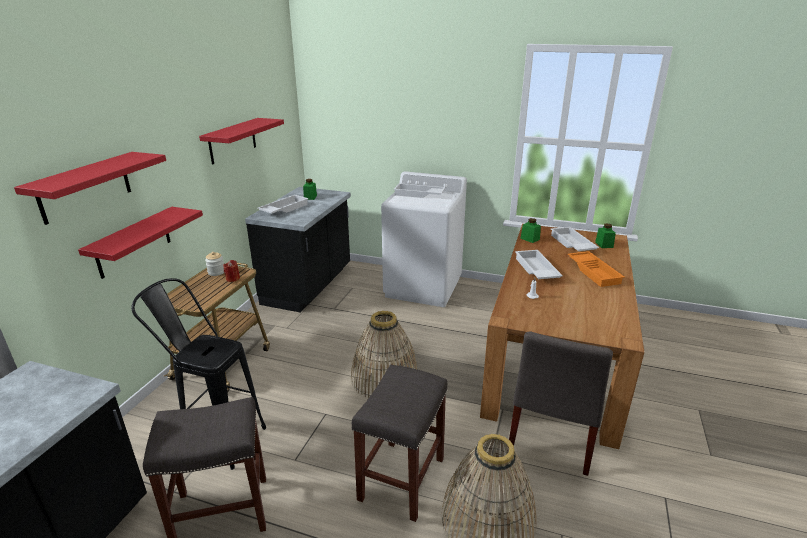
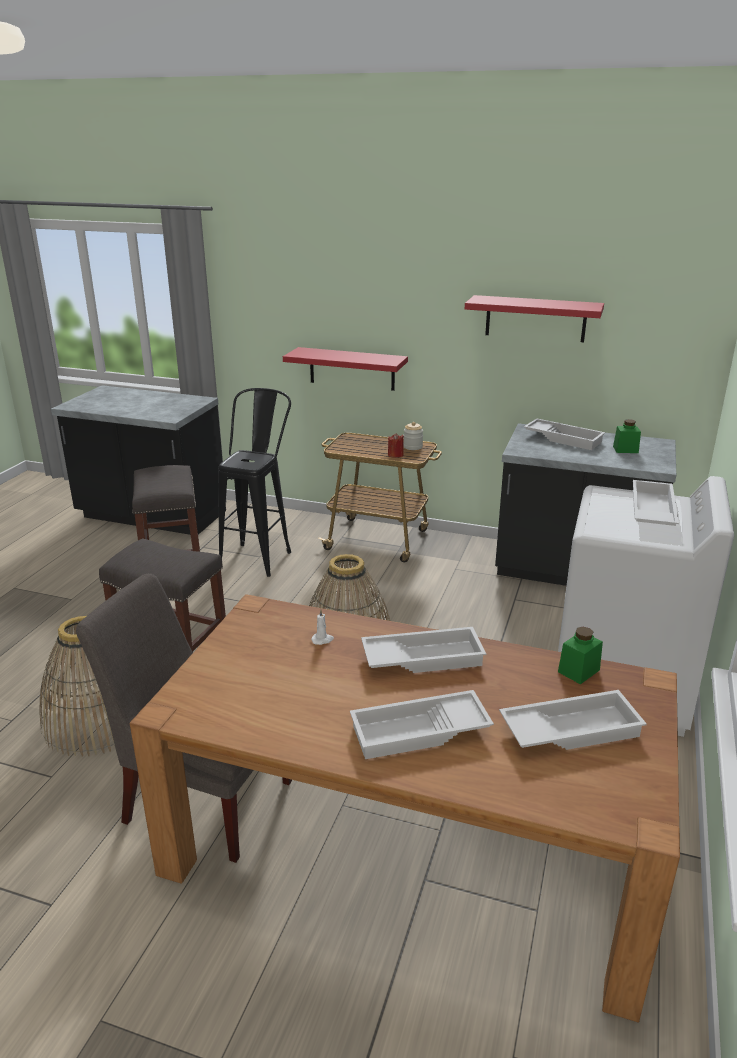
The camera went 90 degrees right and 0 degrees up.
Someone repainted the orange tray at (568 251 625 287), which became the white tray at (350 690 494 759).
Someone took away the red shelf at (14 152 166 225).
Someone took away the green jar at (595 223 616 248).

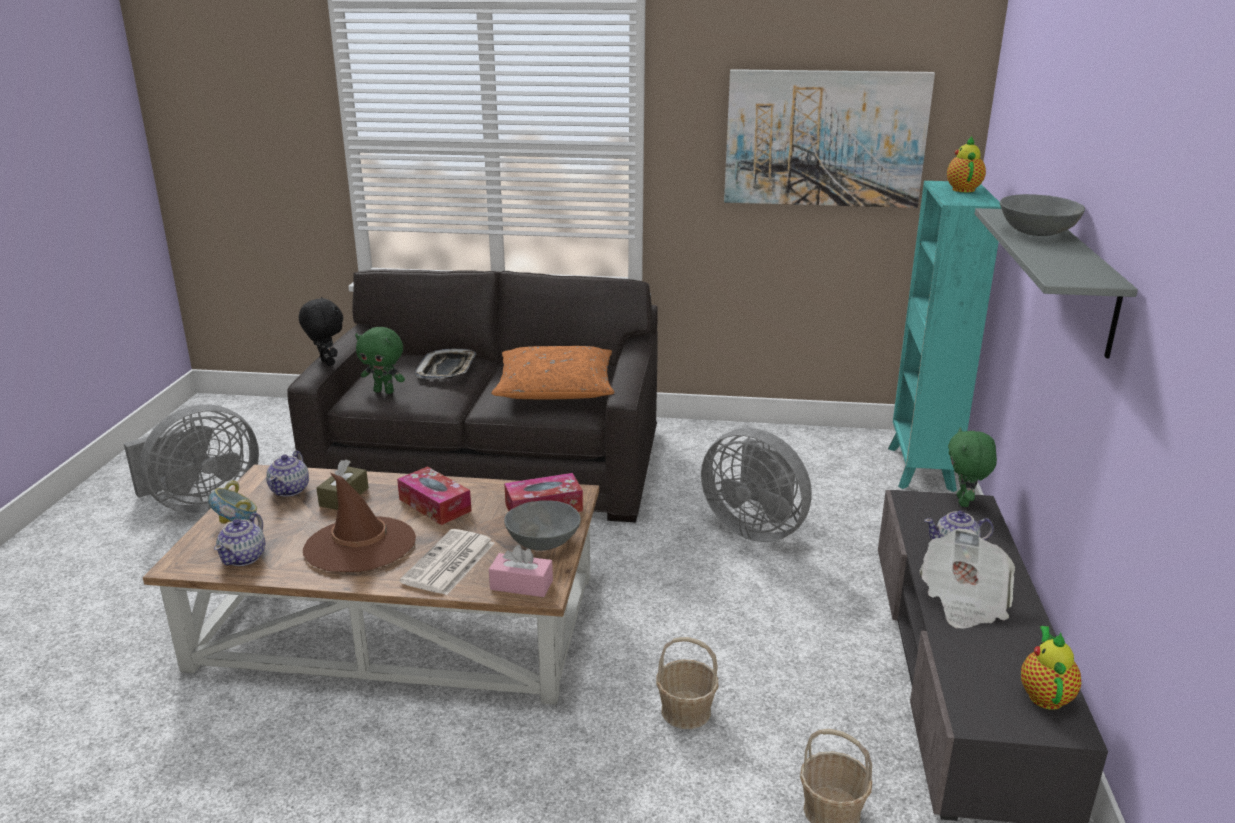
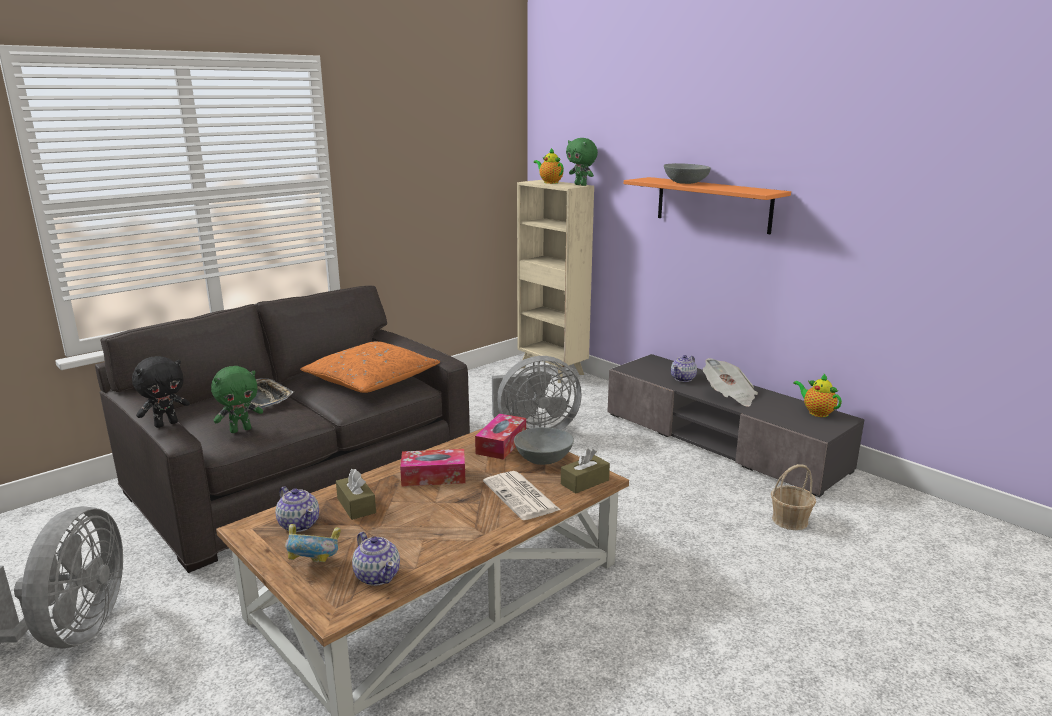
The camera went 50 degrees left and 5 degrees down.
Someone rotated the black plush toy at (299 297 343 366) by 135 degrees clockwise.
Someone repainted the turquoise bookcase at (888 181 1001 492), which became the beige bookcase at (517 180 594 383).
Someone repainted the pink tissue box at (489 545 553 597), which became the brown tissue box at (561 448 610 493).
Someone carried the green plush toy from (948 427 997 507) to (566 138 598 186).
Someone repainted the grey shelf at (975 208 1138 358), which became the orange shelf at (624 177 791 234).
Someone took away the brown hat at (303 473 416 572).
Someone took away the basket at (656 637 718 729).
Someone took away the picture at (724 69 935 208).

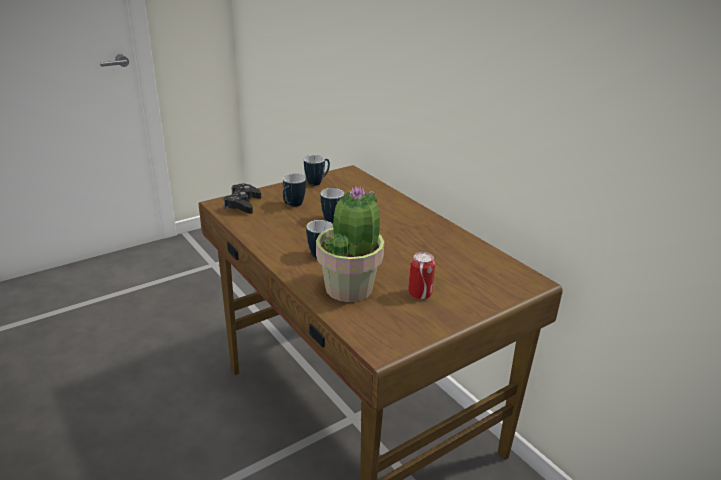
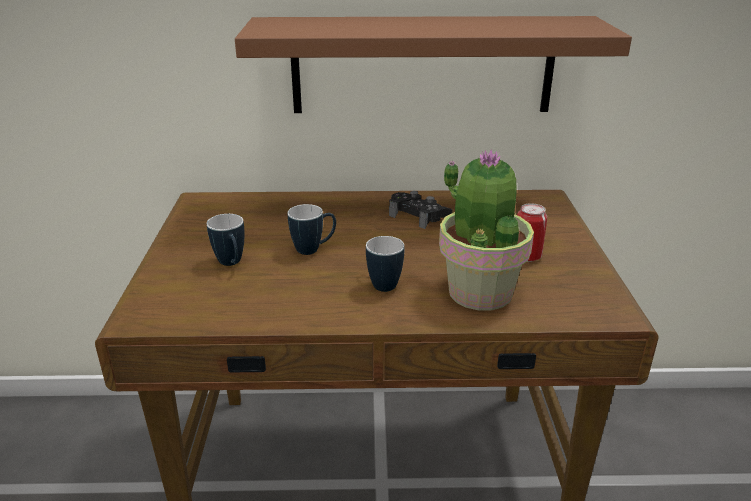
The camera went 55 degrees left and 0 degrees up.
Someone put up the brown shelf at (235 16 632 113).
Someone carried the black game controller from (224 184 261 214) to (389 191 452 229).
Someone took away the mug at (304 155 330 186).

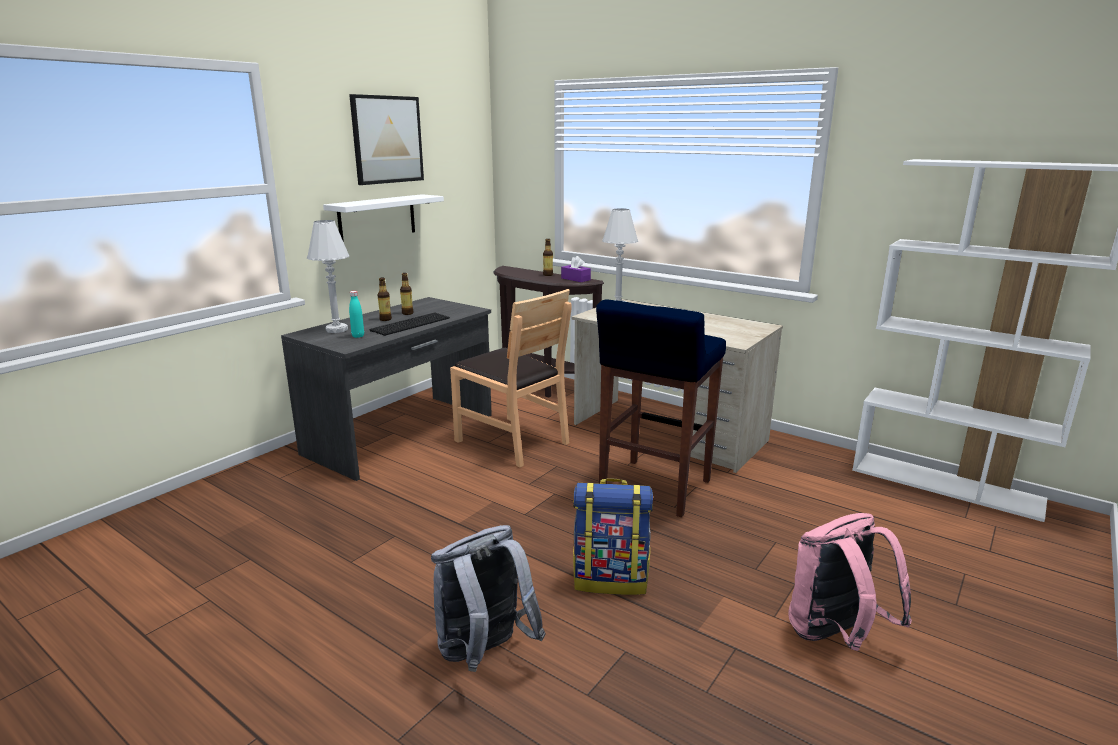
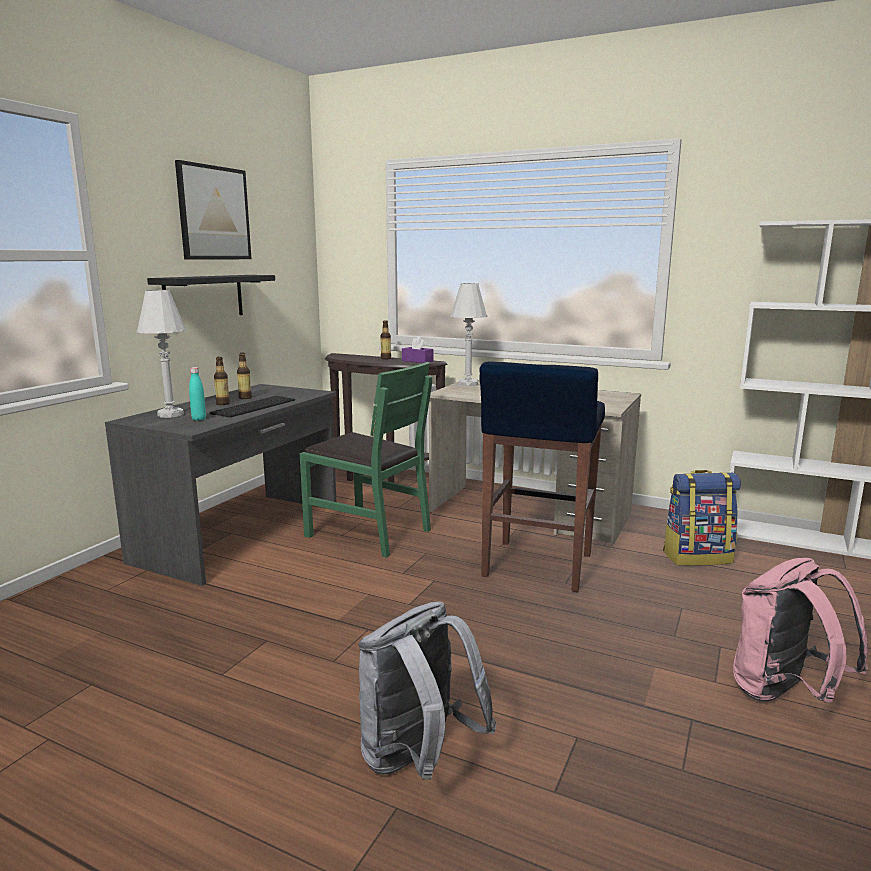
The camera went 10 degrees left and 5 degrees down.
Someone repainted the white shelf at (323 194 444 242), which became the black shelf at (147 275 275 315).
Someone repainted the brown chair at (450 289 572 468), which became the green chair at (300 362 432 558).
Someone carried the backpack from (573 478 653 595) to (663 470 741 566).

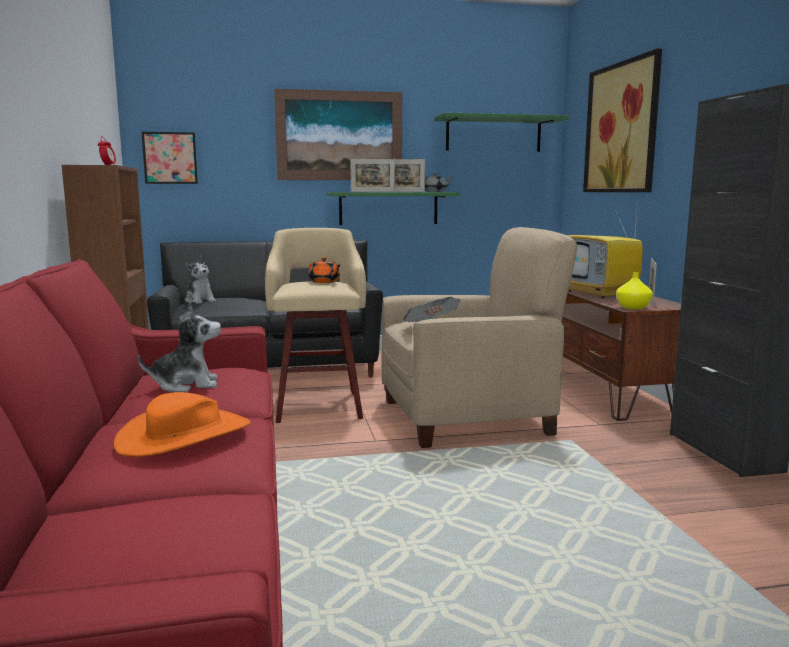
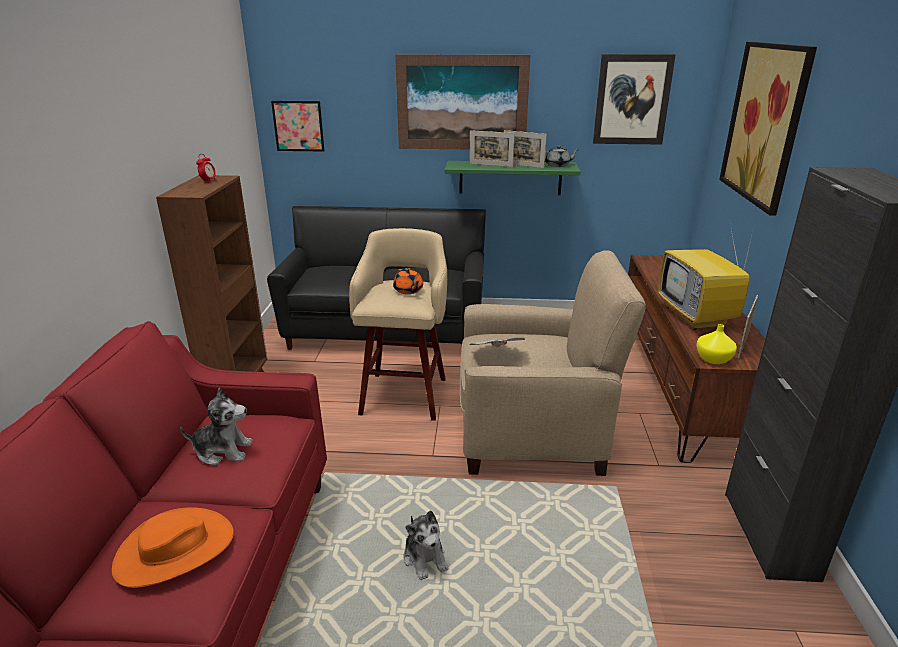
The camera went 15 degrees right and 15 degrees up.
Someone carried the plush toy from (185 256 216 304) to (404 510 448 580).
Someone swapped the green shelf at (435 112 569 152) for the picture at (593 54 676 144).

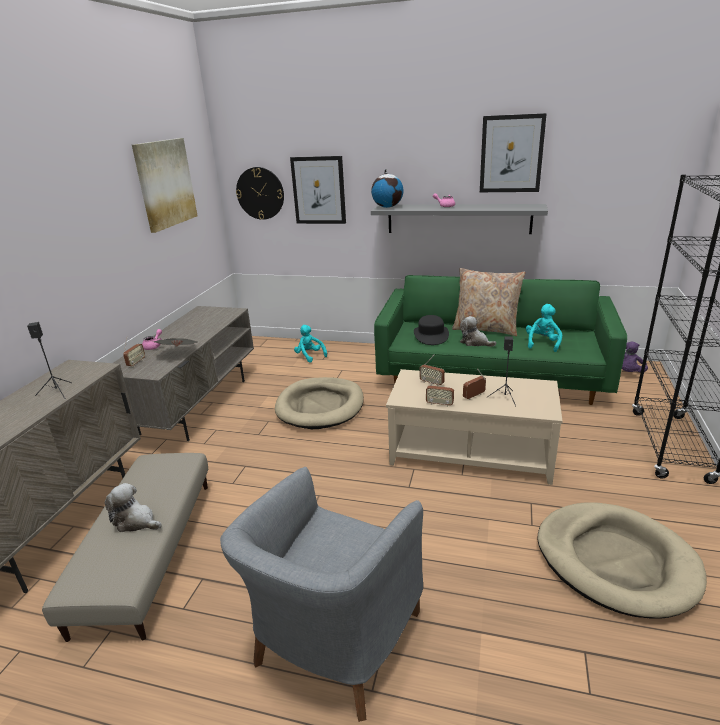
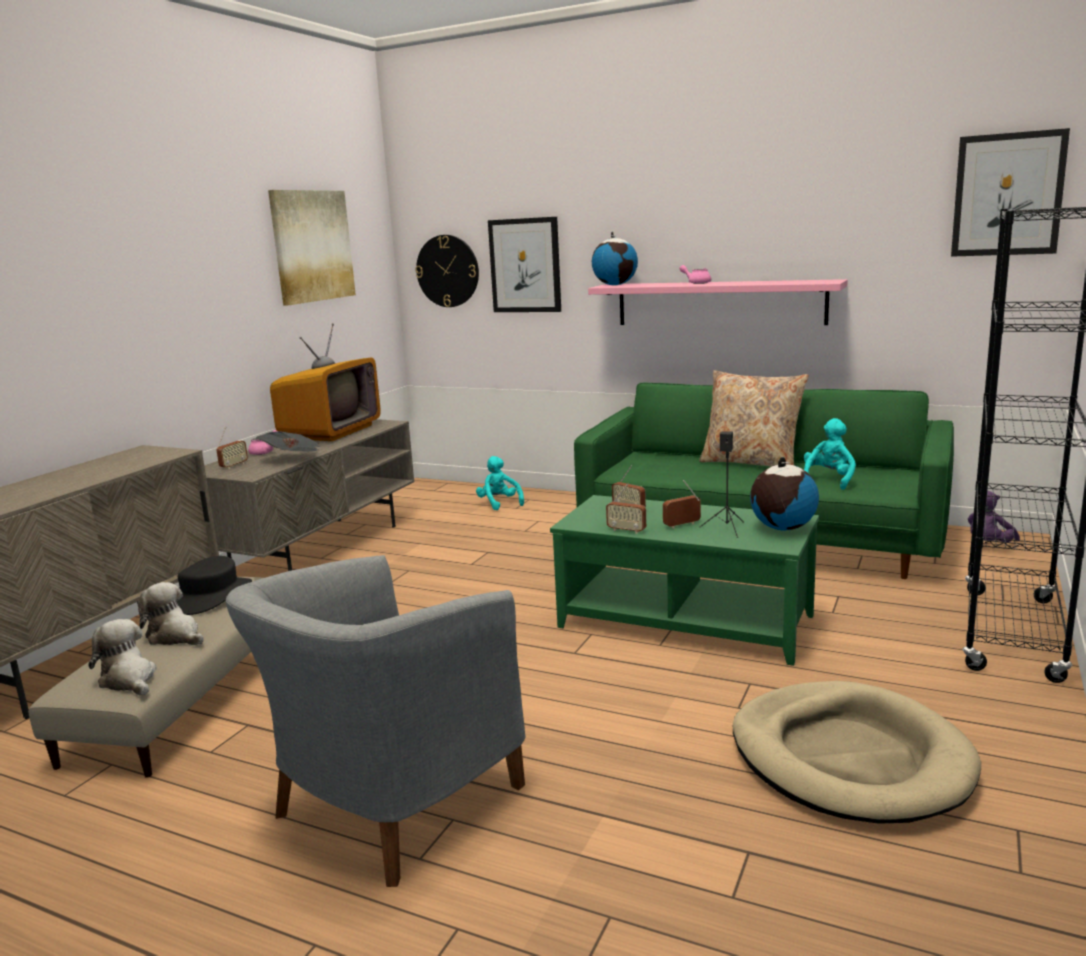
The camera went 10 degrees right and 10 degrees down.
Someone carried the plush toy from (460 316 496 347) to (88 619 157 695).
Someone carried the black hat from (414 315 449 345) to (176 556 252 615).
Someone put down the television at (270 323 381 441).
Someone repainted the beige coffee table at (386 369 563 485), which became the green coffee table at (550 495 819 666).
Someone repainted the grey shelf at (371 204 548 234), which became the pink shelf at (588 279 848 325).
Someone put down the globe at (750 457 819 531).
Someone carried the picture from (480 113 547 192) to (951 128 1070 257).
Someone took away the black speaker at (27 322 72 399).
Someone took away the beige dog bed at (275 377 364 429).

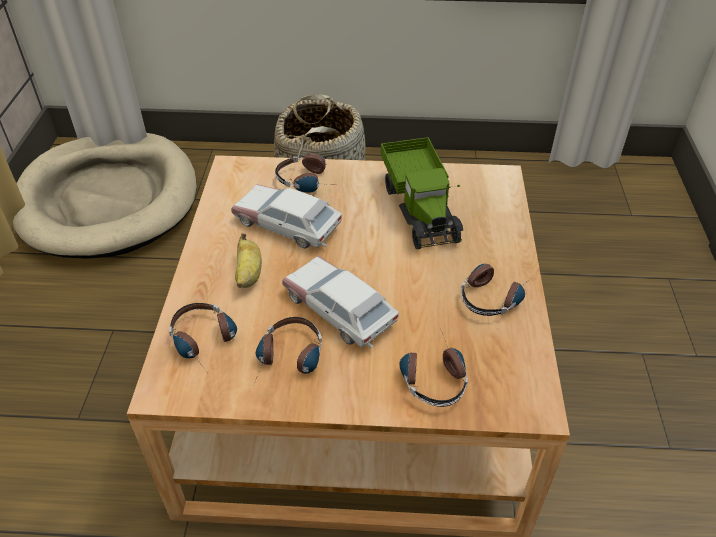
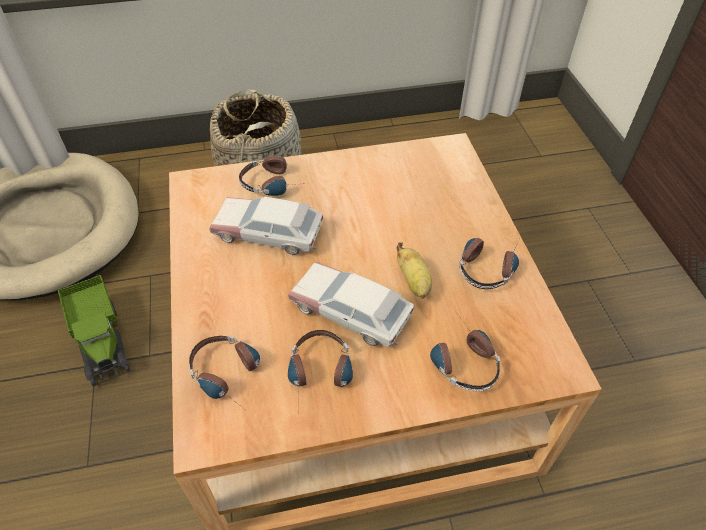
The camera went 15 degrees left and 5 degrees up.
Someone carried the toy truck from (381 137 463 249) to (58 275 131 387).
Someone carried the banana from (235 233 262 288) to (396 242 432 299).

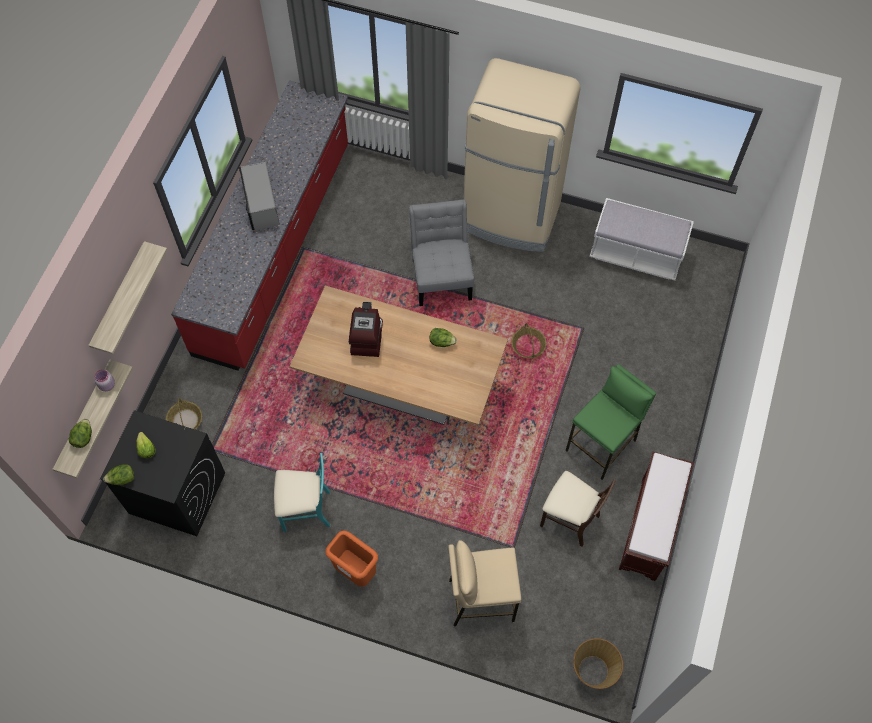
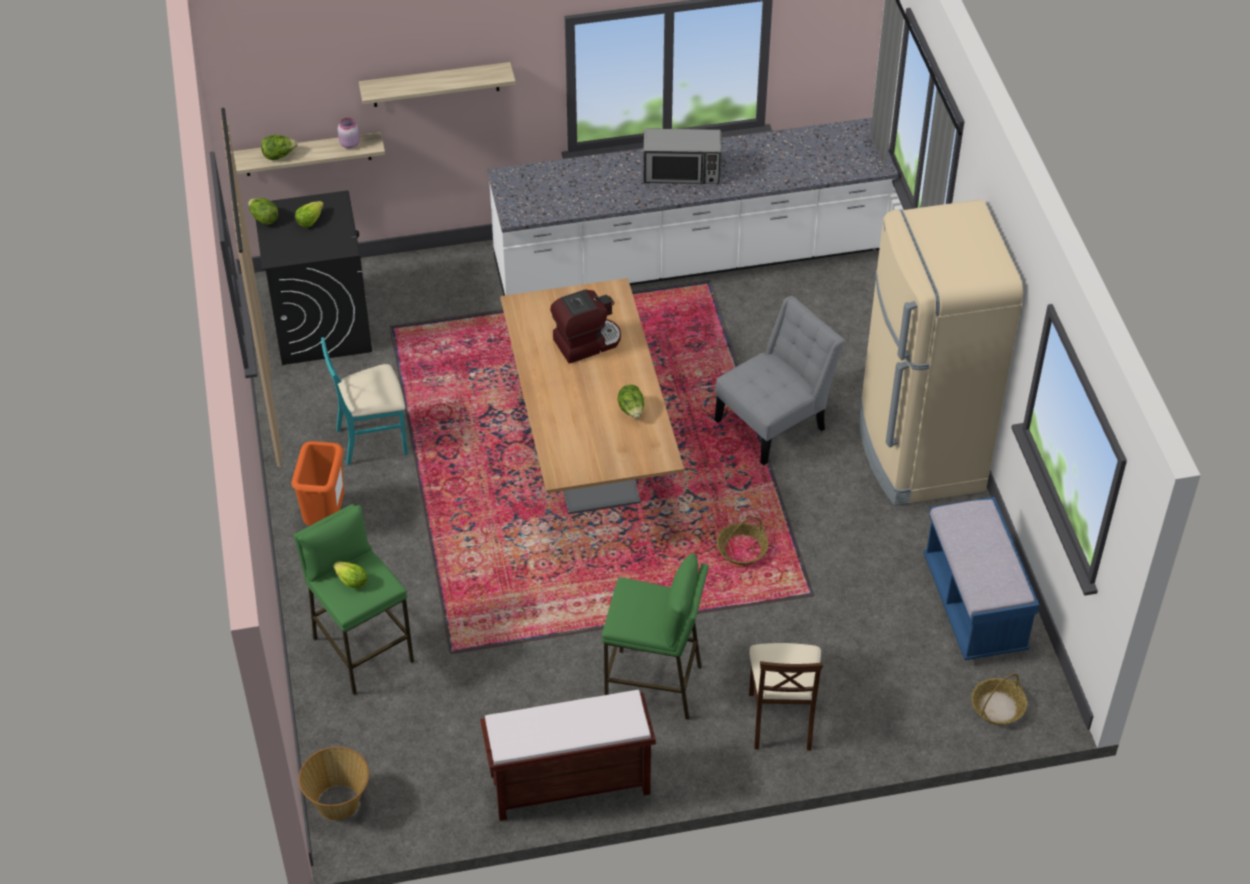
The camera went 60 degrees right and 15 degrees down.
Someone repainted the beige stool at (448 540 521 626), which became the green stool at (294 504 414 695).
Someone rotated the turquoise chair at (274 453 330 532) by 105 degrees clockwise.
Someone put down the lettuce at (333 562 368 588).
Someone repainted the red counter at (171 80 348 371), which became the white counter at (487 118 899 296).
Someone rotated the microwave at (239 162 280 230) by 135 degrees counterclockwise.
Someone carried the beige chair from (540 471 616 547) to (749 643 823 751).
Someone repainted the white bench at (590 198 694 281), which became the blue bench at (923 497 1039 660).
Someone carried the basket from (166 398 202 430) to (971 673 1027 725).

